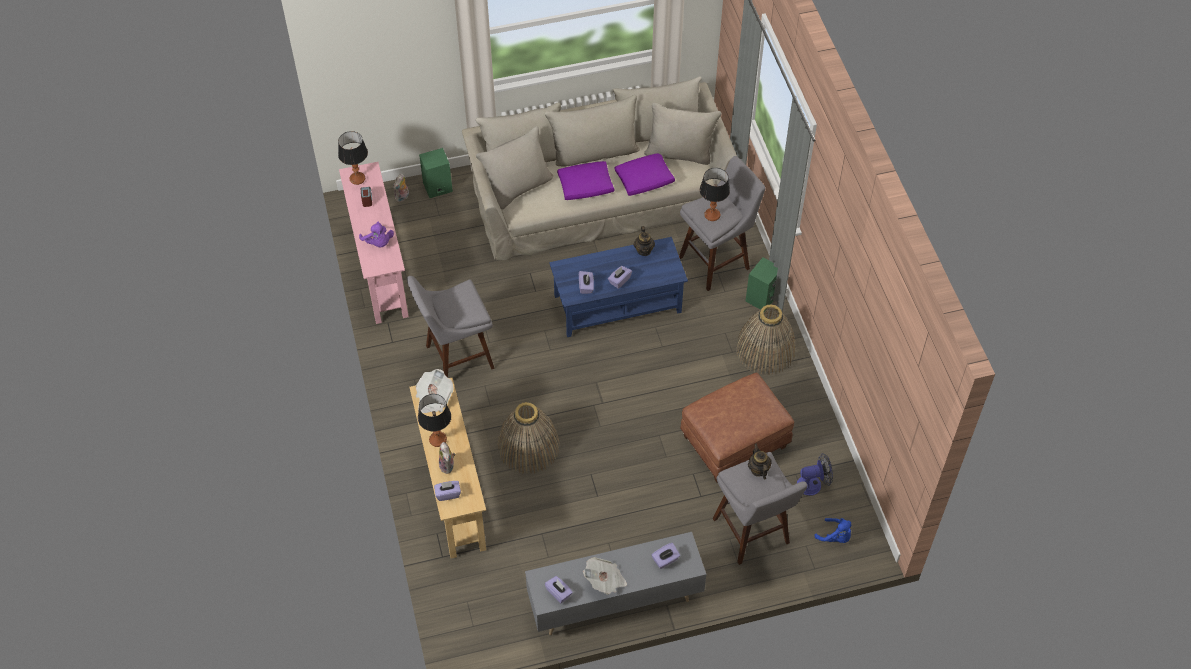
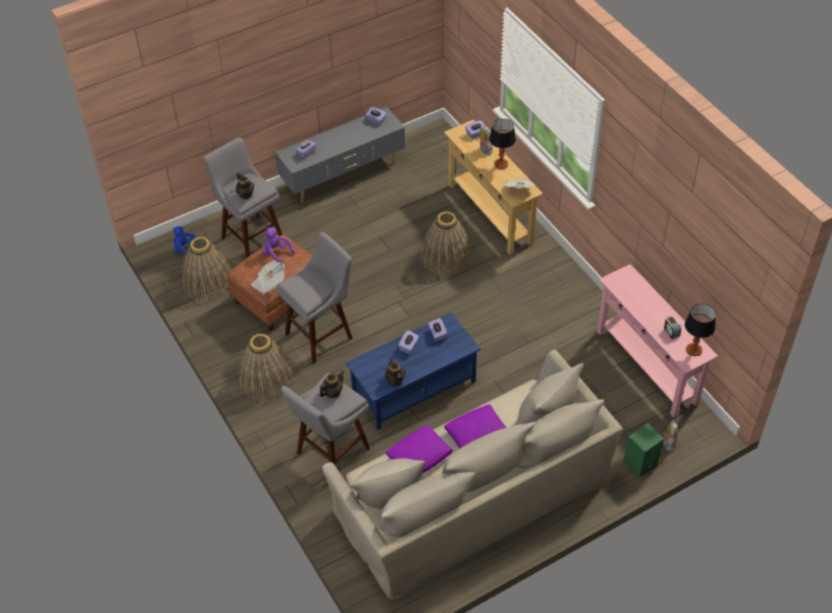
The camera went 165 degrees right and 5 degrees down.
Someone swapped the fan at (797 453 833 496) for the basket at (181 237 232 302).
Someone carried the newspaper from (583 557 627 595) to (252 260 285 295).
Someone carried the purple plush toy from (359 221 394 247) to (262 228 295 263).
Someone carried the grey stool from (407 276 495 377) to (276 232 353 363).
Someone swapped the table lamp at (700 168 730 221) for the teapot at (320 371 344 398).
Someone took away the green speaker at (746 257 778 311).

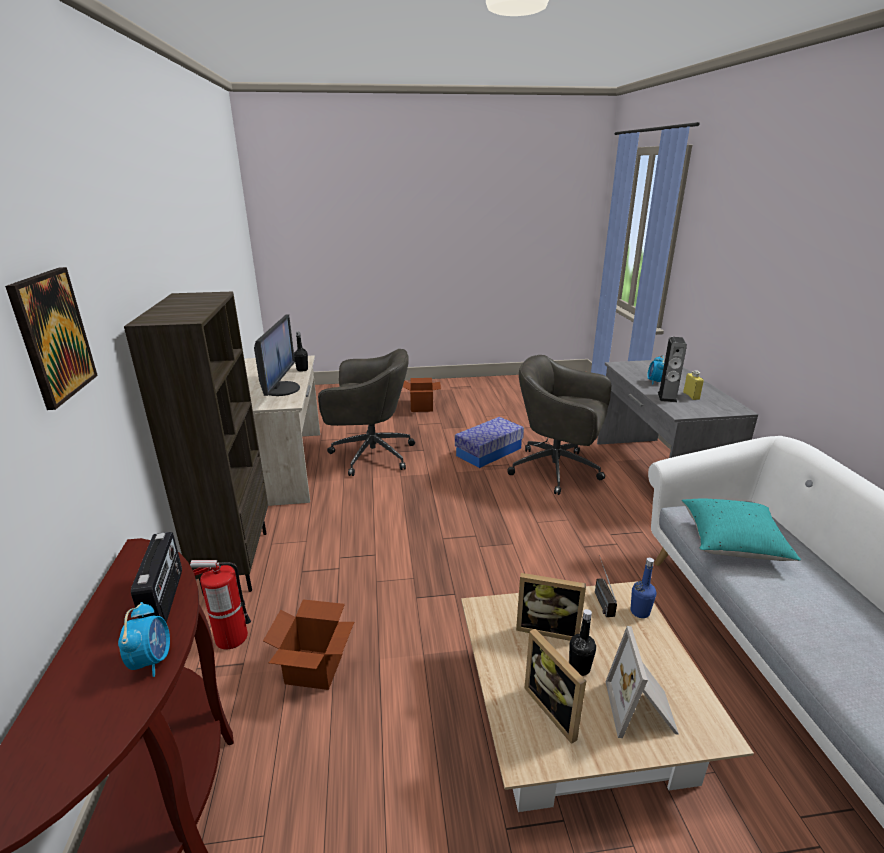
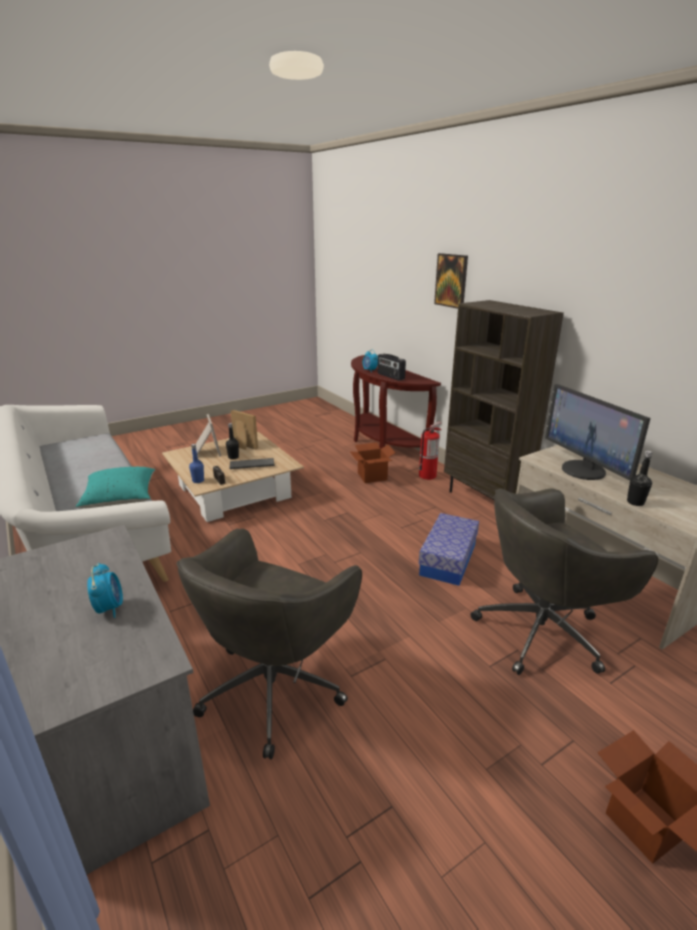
The camera went 155 degrees right and 0 degrees up.
Someone rotated the grey office chair at (508 355 611 495) by 120 degrees clockwise.
Someone swapped the picture frame at (516 573 586 641) for the keyboard at (230 458 274 469).
Someone carried the storage box from (455 417 524 468) to (419 513 479 586).
Someone took away the speaker at (658 337 687 402).
Someone took away the yellow bottle at (683 370 704 400).

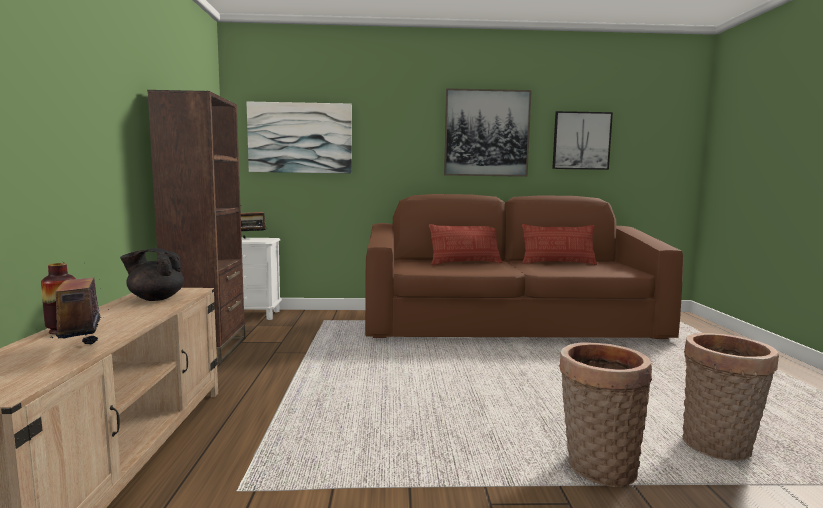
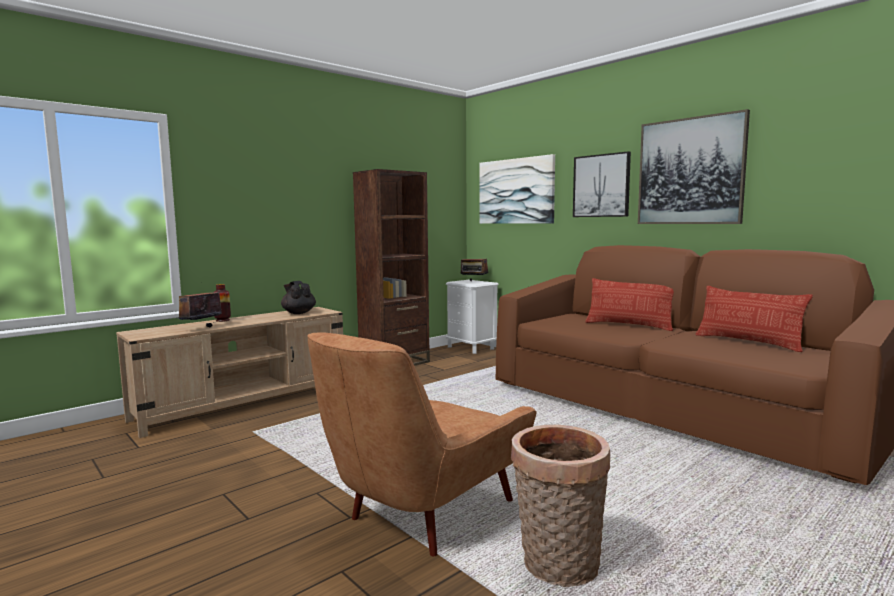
The camera went 50 degrees right and 0 degrees up.
Someone swapped the basket at (559 343 652 487) for the brown armchair at (307 332 537 556).
Someone carried the picture from (552 111 613 170) to (573 151 631 217).

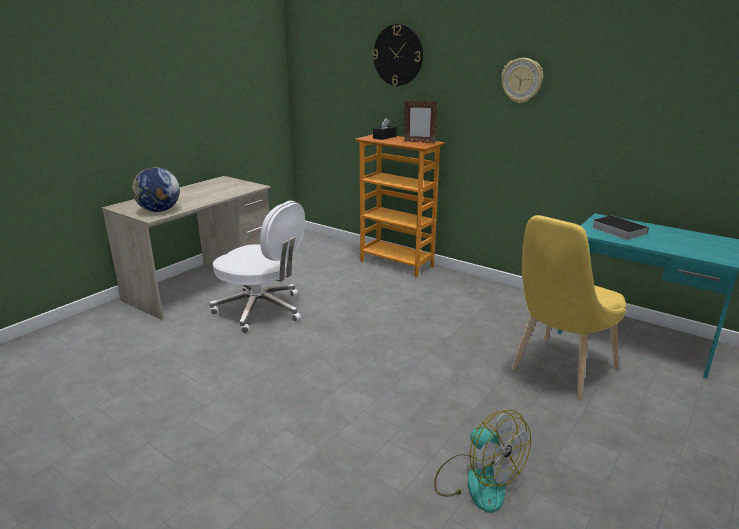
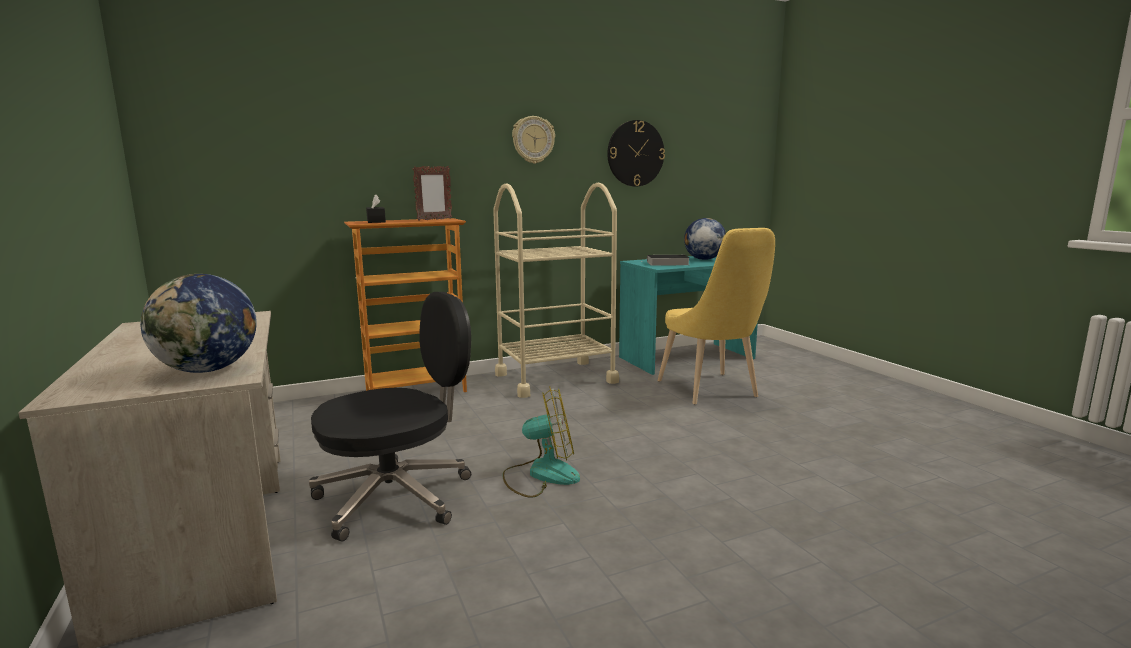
The camera went 60 degrees left and 10 degrees down.
Someone repainted the white office chair at (210 201 305 333), which became the black office chair at (309 292 471 541).
Someone put down the beige cart at (493 182 619 398).
Someone carried the fan from (434 410 531 513) to (502 386 580 498).
Someone carried the wall clock from (372 24 423 86) to (607 120 665 187).
Someone put down the globe at (684 218 726 260).

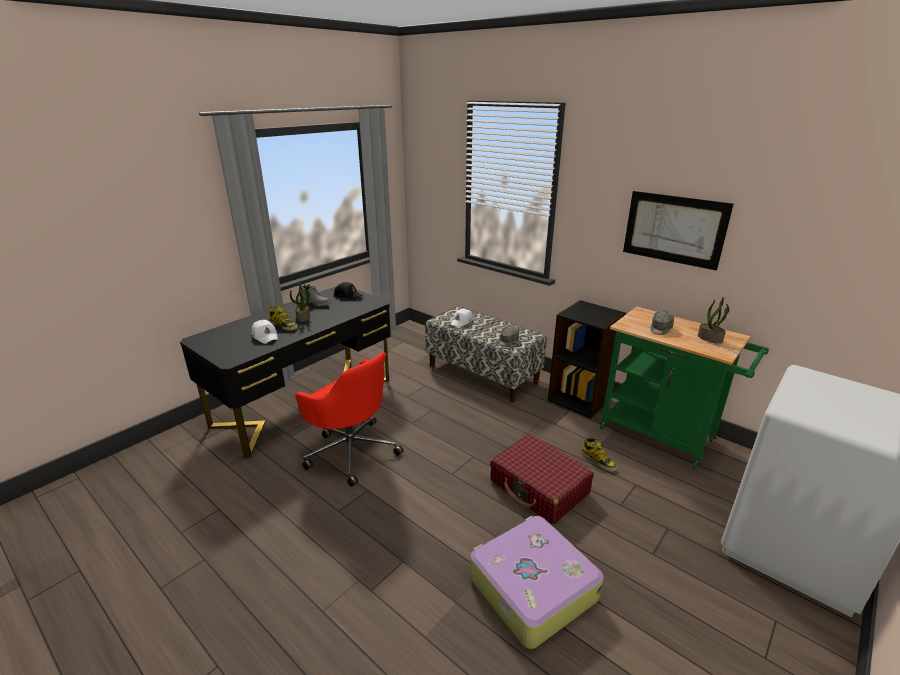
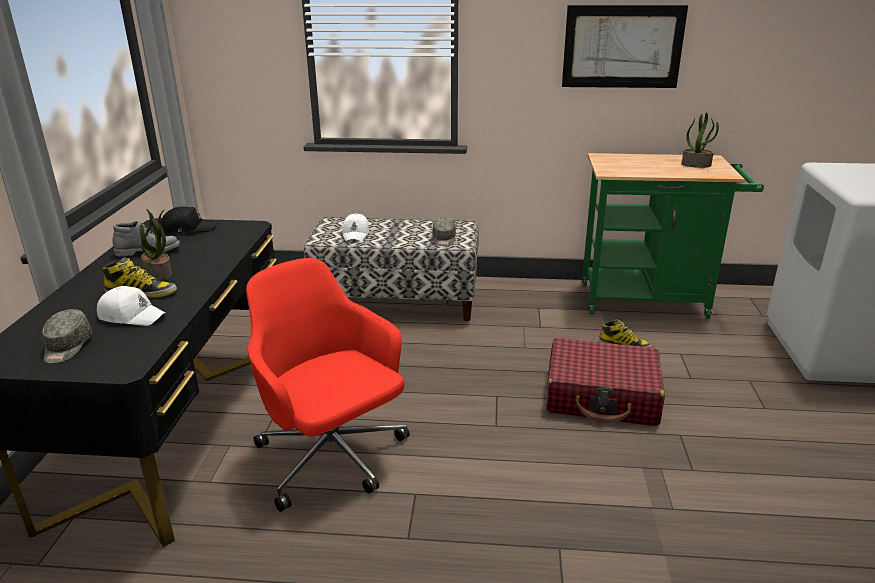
The camera went 35 degrees left and 0 degrees up.
Someone carried the grey cap from (651 310 674 335) to (42 309 92 364).
Someone rotated the red office chair at (295 352 403 487) by 135 degrees counterclockwise.
Someone took away the suitcase at (470 516 604 649).
Someone took away the black bookcase at (548 300 626 419).

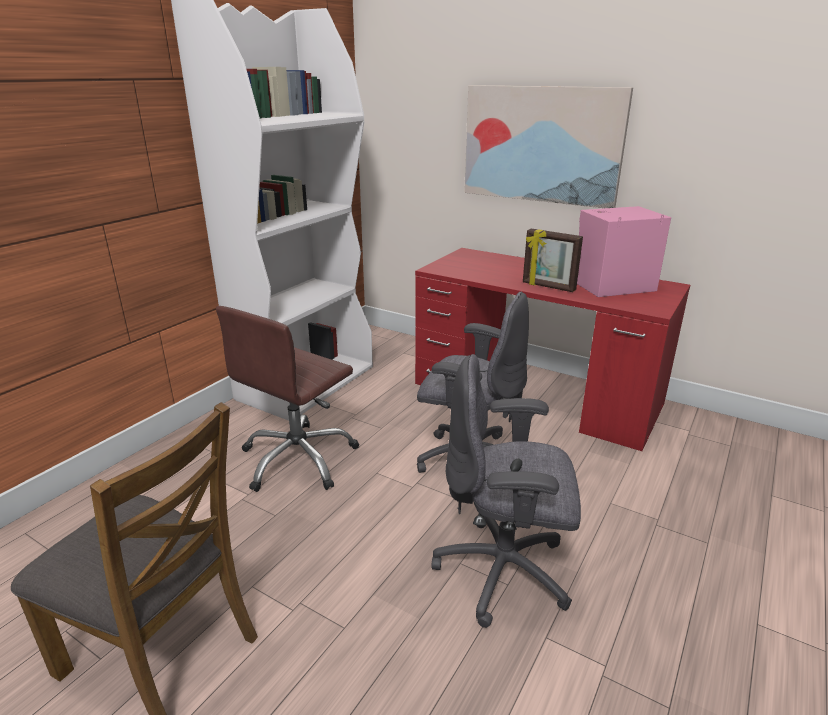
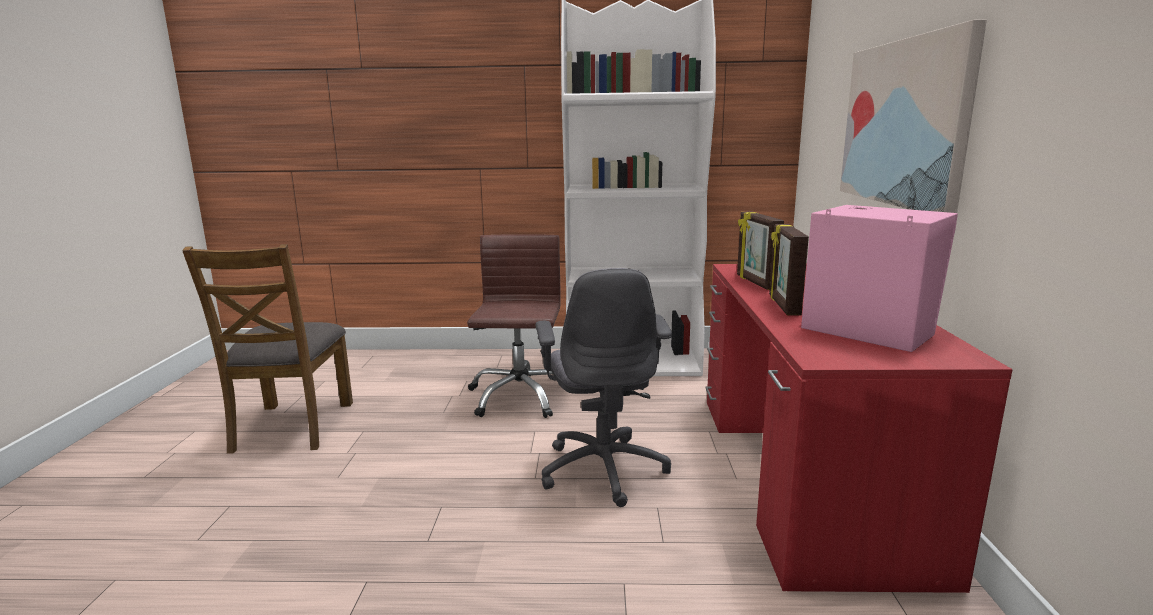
The camera went 60 degrees right and 10 degrees down.
Someone rotated the brown office chair at (216 306 359 492) by 90 degrees clockwise.
Someone put down the picture frame at (737 211 784 290).
Someone took away the grey office chair at (431 354 581 628).

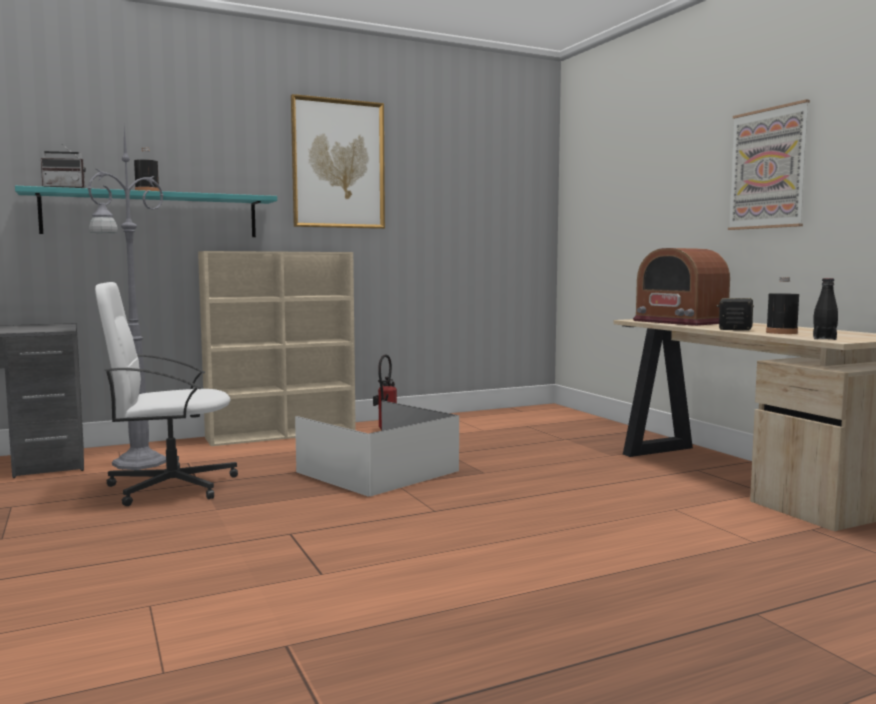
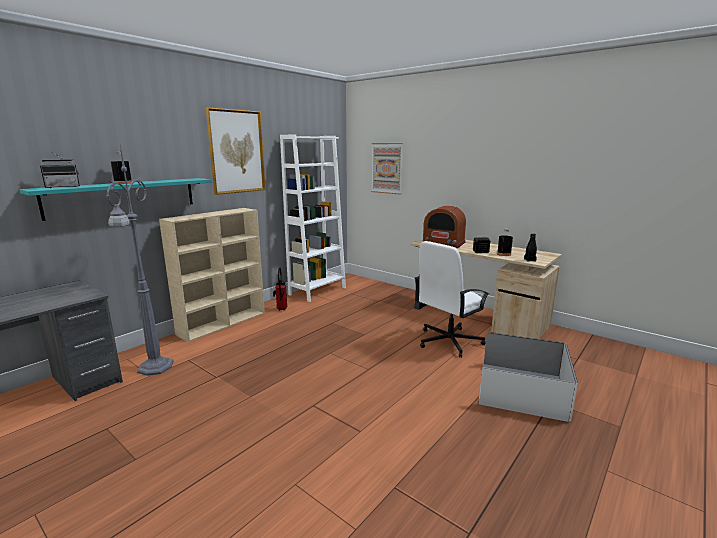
The camera went 25 degrees left and 10 degrees up.
Someone put down the white bookcase at (280 134 346 302).
Someone carried the picture from (728 99 810 230) to (371 143 403 195).
Someone carried the white office chair from (95 282 238 506) to (415 241 489 358).
Someone carried the white storage box from (295 401 459 497) to (478 332 578 422).

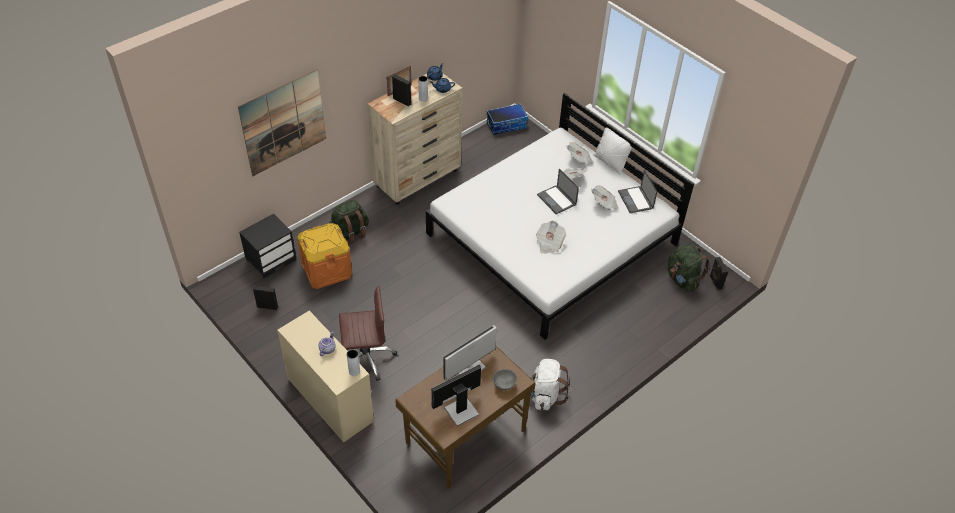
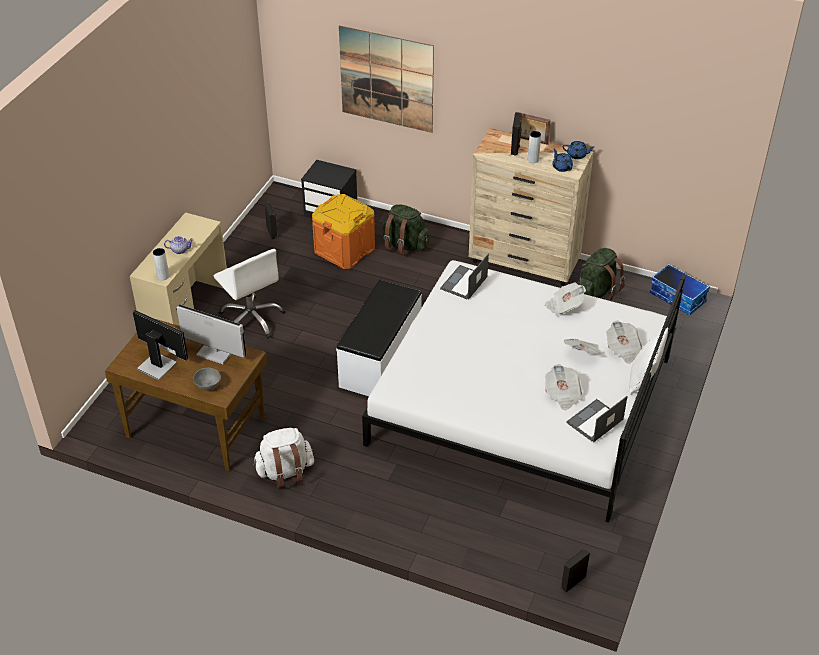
The camera went 65 degrees right and 5 degrees down.
Someone repainted the brown office chair at (339 286 397 381), which became the white office chair at (214 249 286 339).
Someone put down the white bench at (336 280 422 396).
Someone carried the laptop from (537 169 579 214) to (440 254 489 300).
Someone carried the newspaper from (536 221 566 254) to (545 282 586 316).
Someone carried the green backpack from (668 244 709 292) to (579 248 625 301).

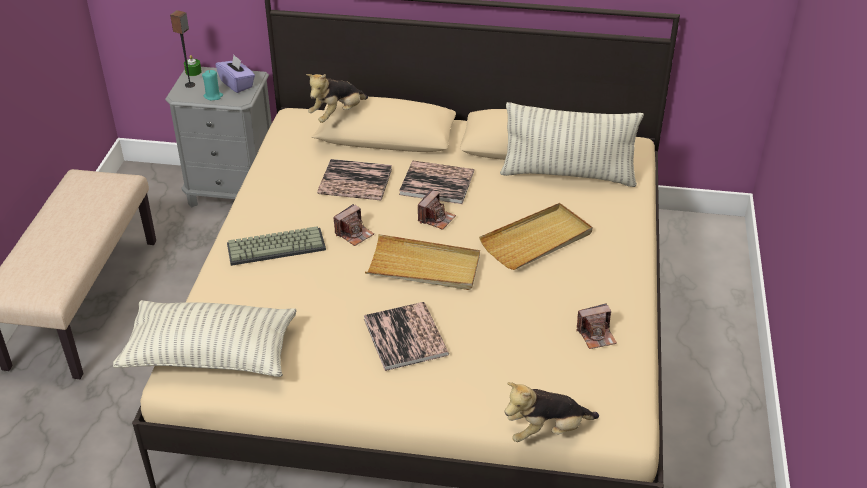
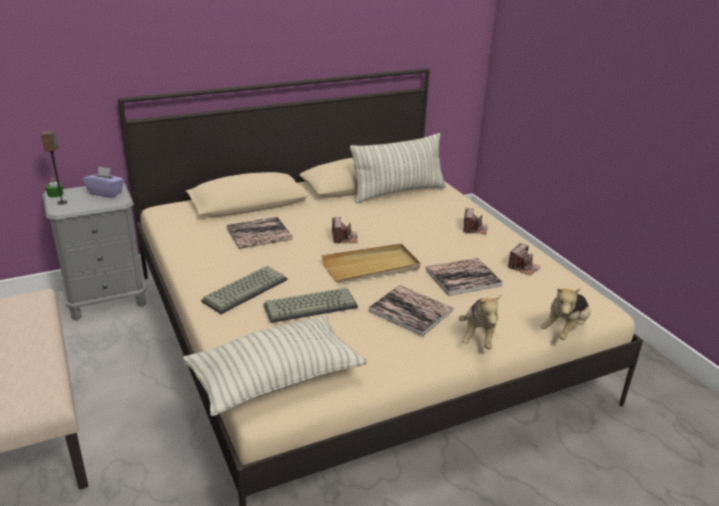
The camera went 35 degrees left and 10 degrees down.
Someone put down the keyboard at (263 288 358 323).
Someone carried the book from (399 161 474 204) to (426 258 502 296).
Someone carried the plush toy from (306 74 368 123) to (459 295 501 349).
Someone carried the photo camera from (333 204 374 246) to (464 208 488 234).
Someone took away the turquoise candle at (202 70 223 100).
Someone took away the beige tray at (479 203 592 270).

